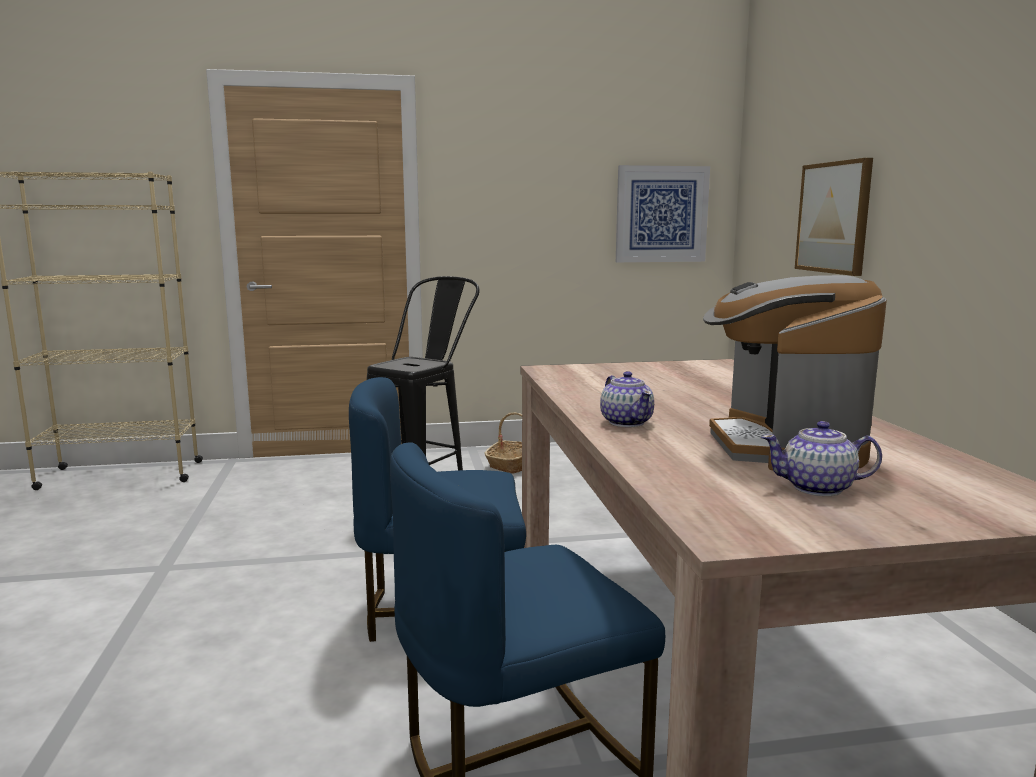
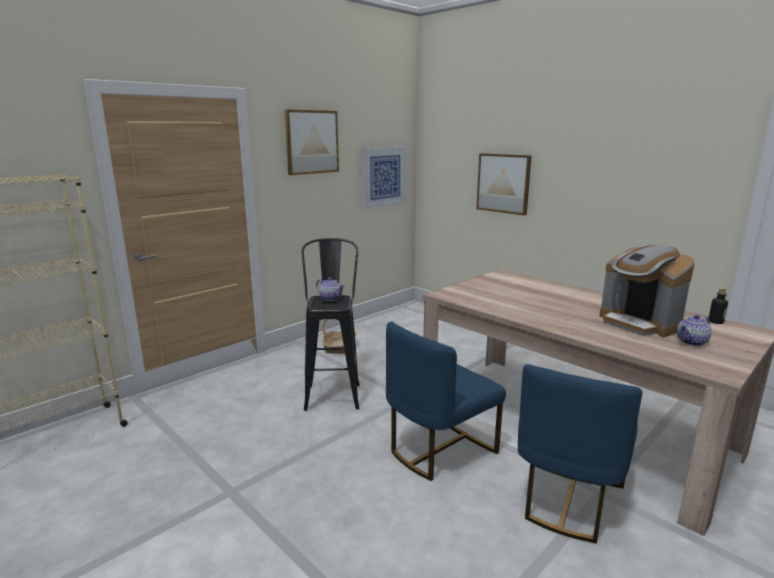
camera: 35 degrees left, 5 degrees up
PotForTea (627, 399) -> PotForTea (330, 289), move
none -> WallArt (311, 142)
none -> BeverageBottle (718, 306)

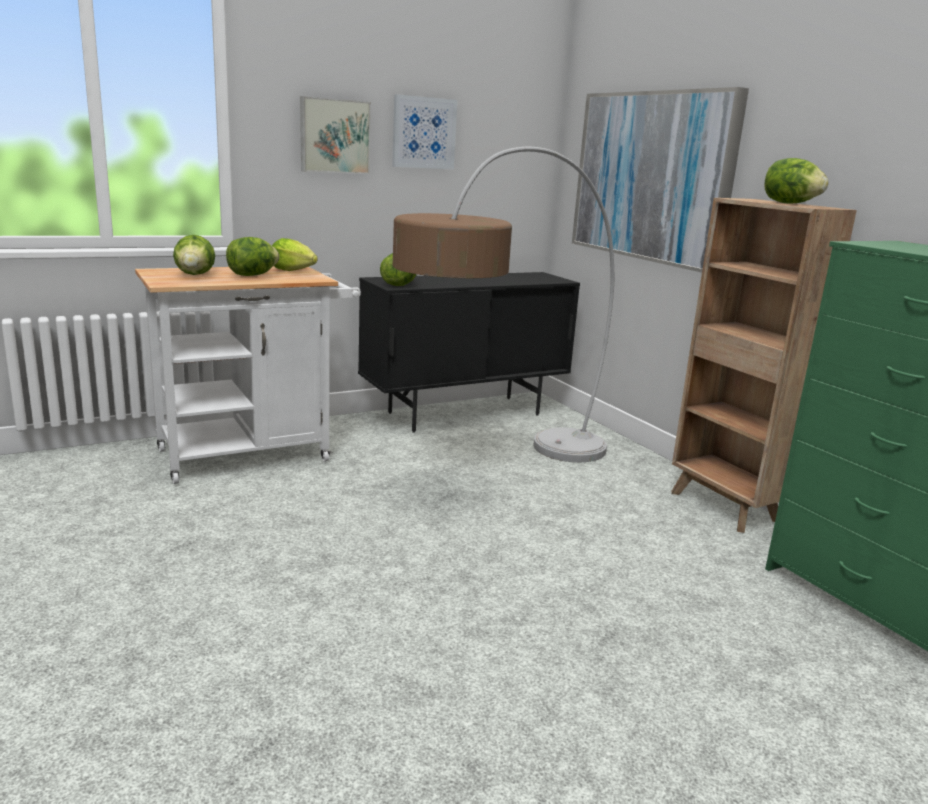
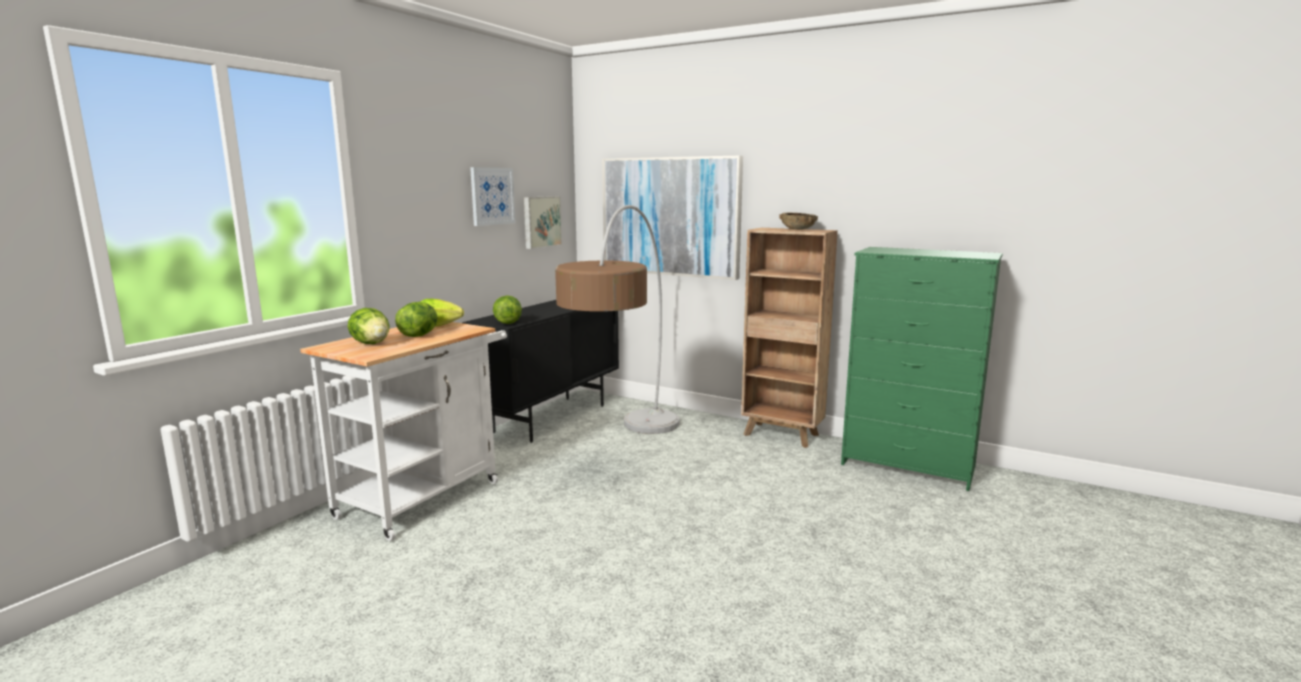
camera: 30 degrees left, 5 degrees down
WallArt (335, 135) -> WallArt (543, 222), move
Lettuce (796, 181) -> BrownColouredServingBowl (798, 221)

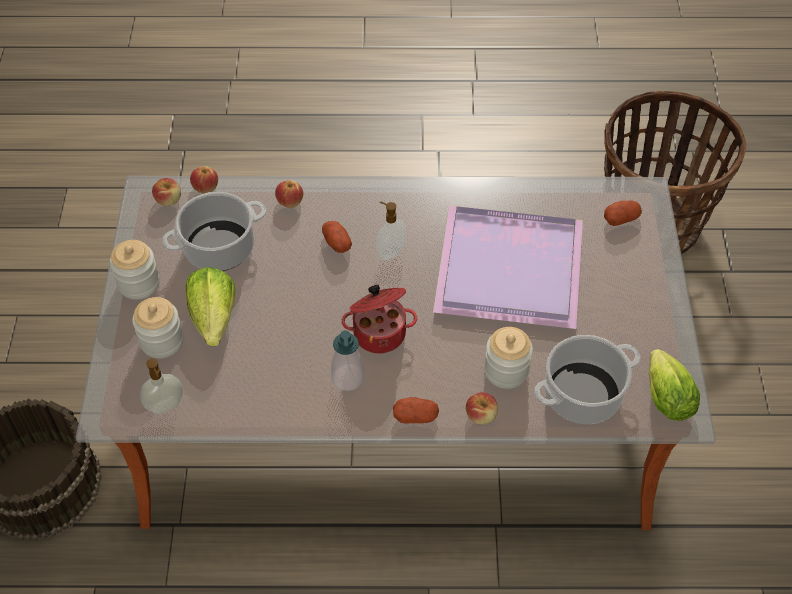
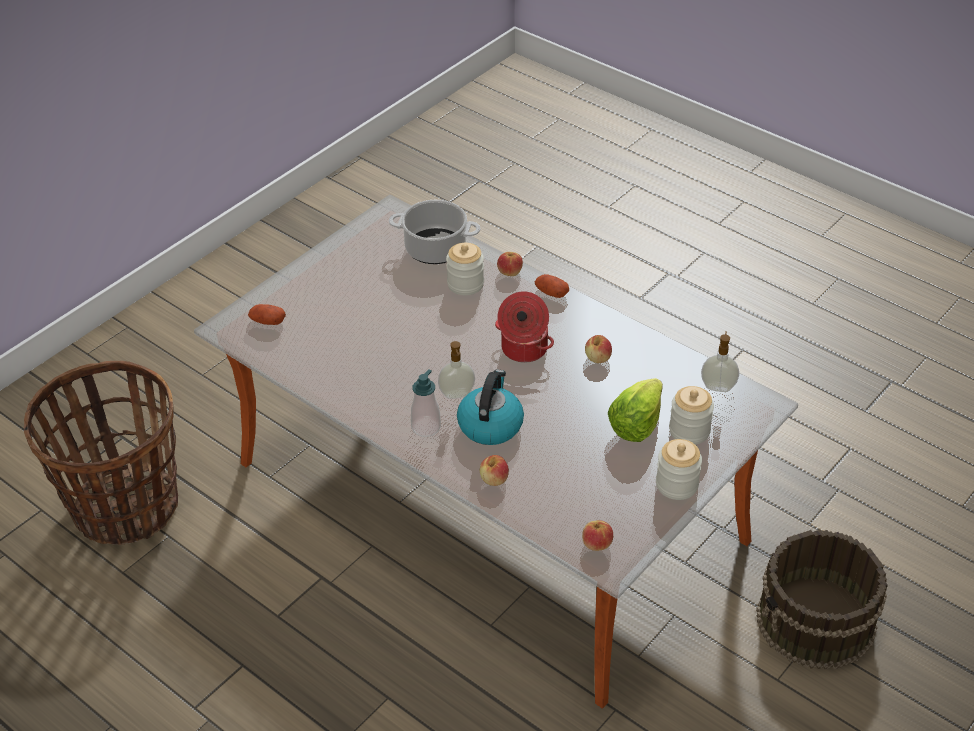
camera: 140 degrees left, 10 degrees down
WholeApple (204, 179) -> WholeApple (598, 349), move
Stockpot (214, 231) -> none
PurplishServingTray (508, 267) -> none
Spud (337, 237) -> WaterKettle (490, 407)
SoapBottle (347, 360) -> SoapBottle (426, 403), move
Lettuce (674, 385) -> none

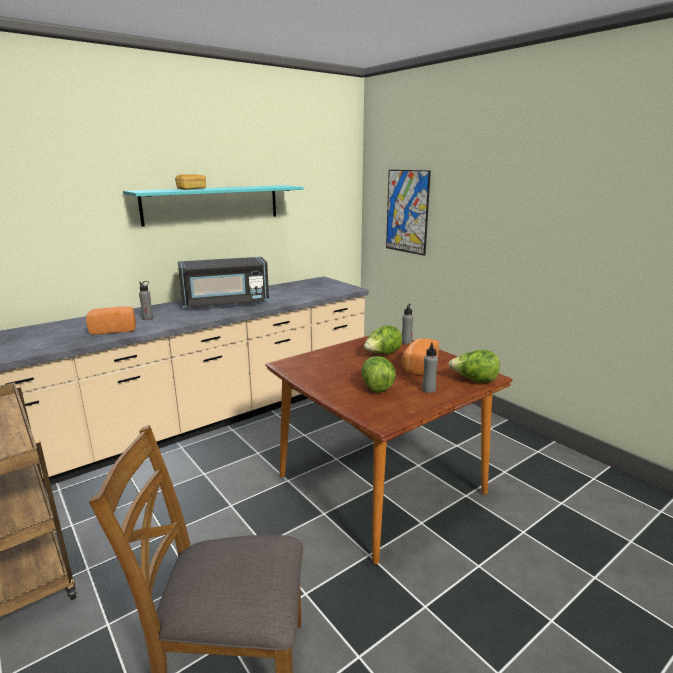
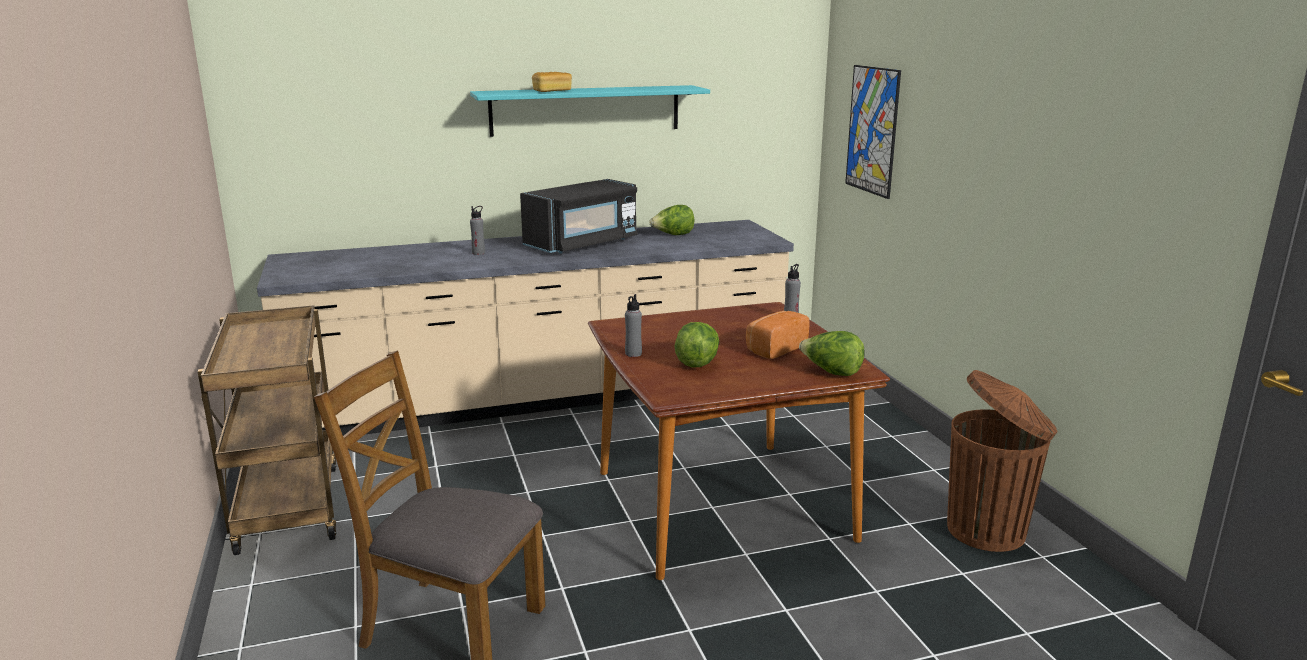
camera: 20 degrees right, 0 degrees up
BlackKitchenMicrowave (223, 283) -> BlackKitchenMicrowave (579, 216), 45 degrees counterclockwise
Bread (111, 320) -> none
Lettuce (383, 340) -> Lettuce (671, 220), move
GreyBeverageBottle (430, 367) -> GreyBeverageBottle (633, 325), move
none -> BrownColouredTrashCan (1002, 461)

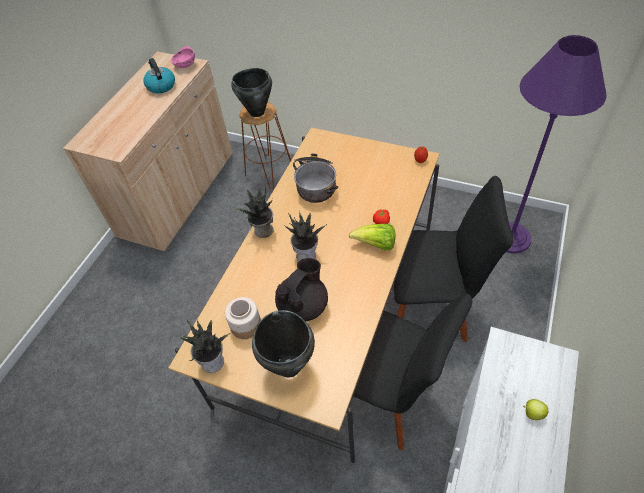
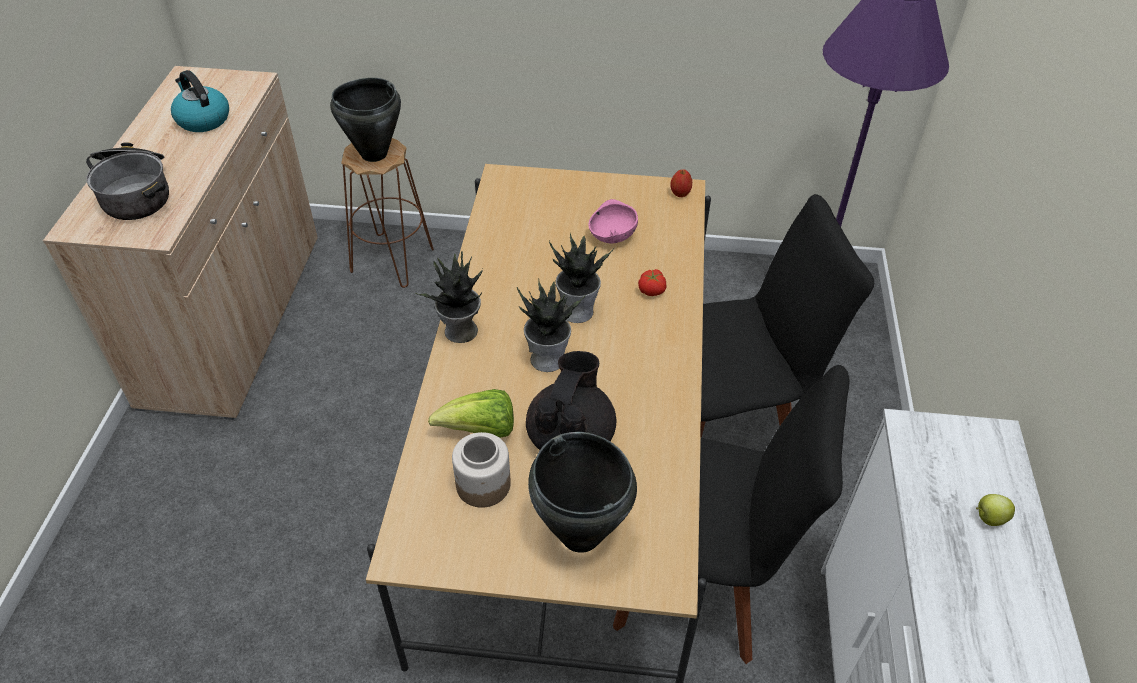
camera: 20 degrees left, 5 degrees down
PinkishServingBowl (183, 57) -> PinkishServingBowl (613, 221), move
Stockpot (315, 178) -> Stockpot (127, 181), move
Lettuce (372, 237) -> Lettuce (471, 413), move
PottedPlant (205, 346) -> PottedPlant (581, 278), move

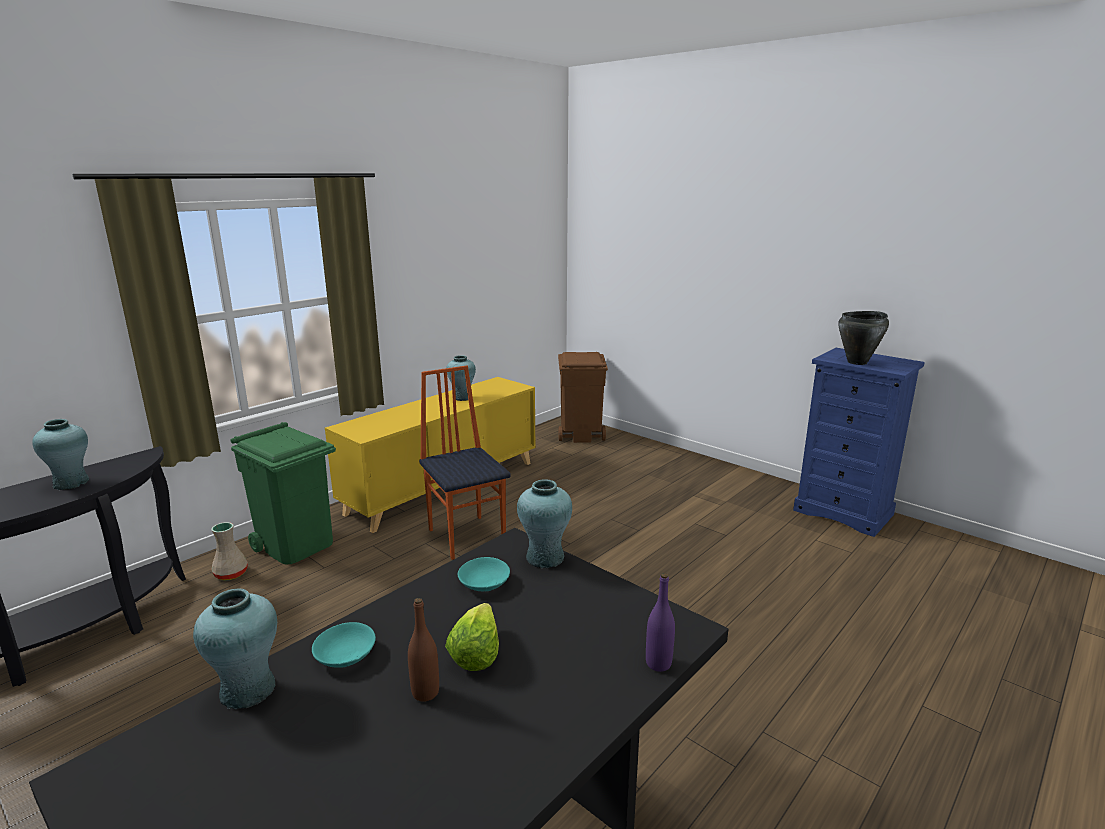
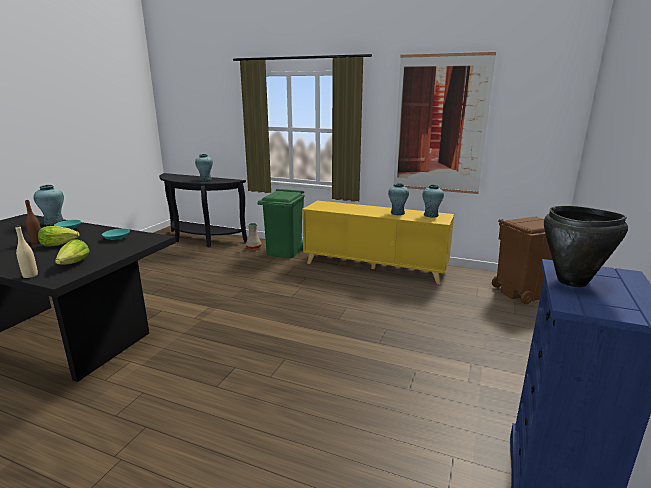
camera: 70 degrees right, 0 degrees up
UprightChair (465, 462) -> none
TurquoiseVase (544, 523) -> TurquoiseVase (433, 201), move
PurplishBeverageBottle (660, 622) -> BeigeColouredBeverageBottle (26, 251)
none -> WallArt (444, 123)
none -> Lettuce (72, 252)

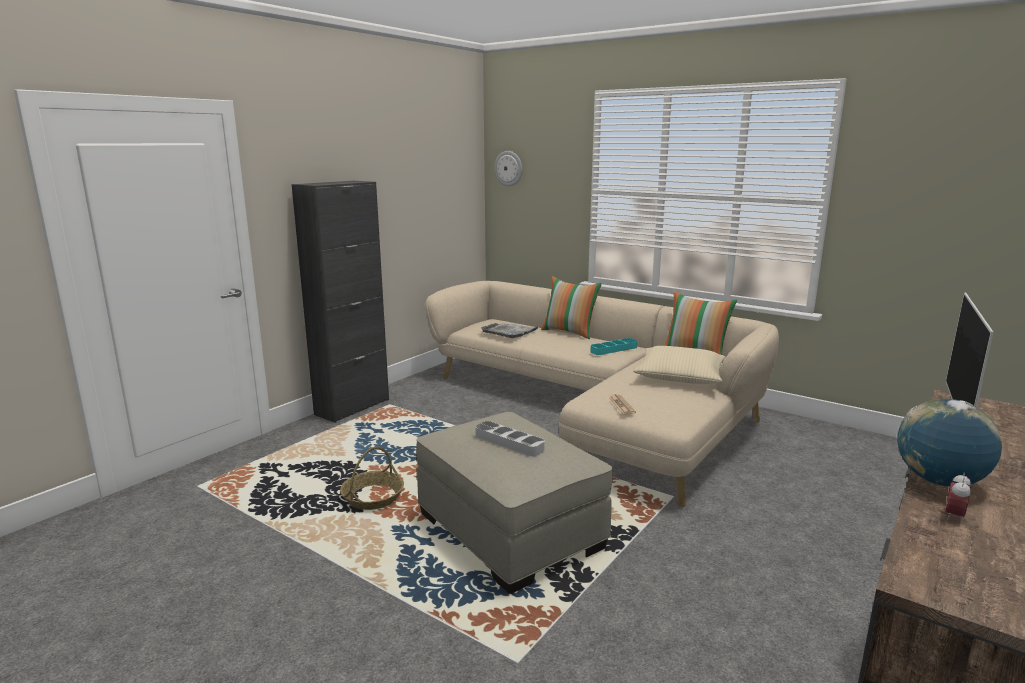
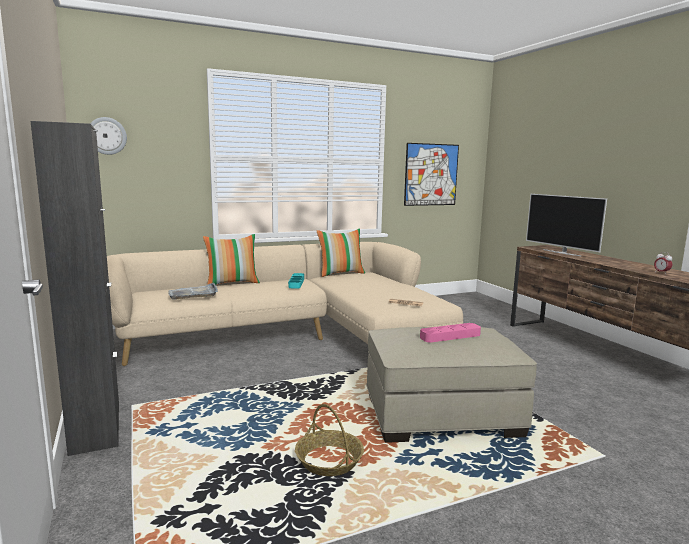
camera: 60 degrees left, 5 degrees down
BeigeColouredThrowPillow (679, 365) -> none
DeskGlobe (949, 442) -> none
GreyServingTray (510, 438) -> PinkishServingTray (450, 333)
none -> WallArt (431, 174)

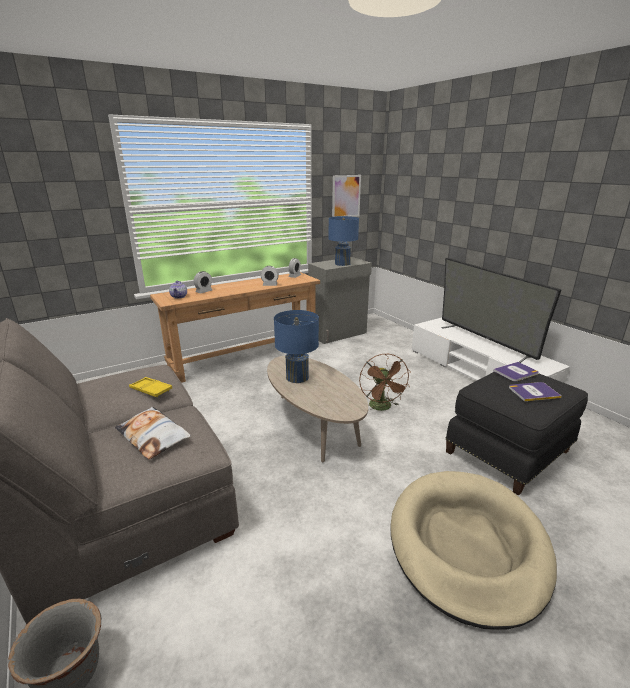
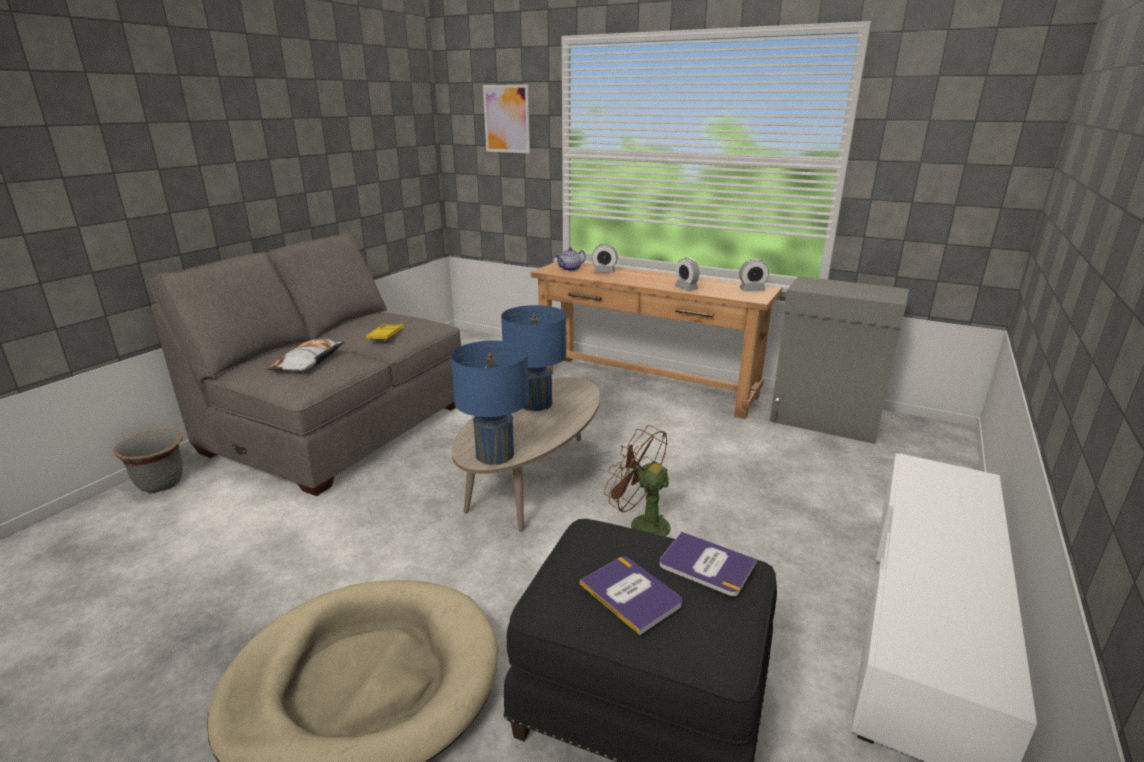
camera: 60 degrees right, 0 degrees up
WallArt (346, 196) -> WallArt (506, 118), move
BluishTableLamp (343, 241) -> BluishTableLamp (490, 402), move
Tv (501, 310) -> none
BrownColouredElectricFan (385, 382) -> BrownColouredElectricFan (637, 480), 75 degrees clockwise

